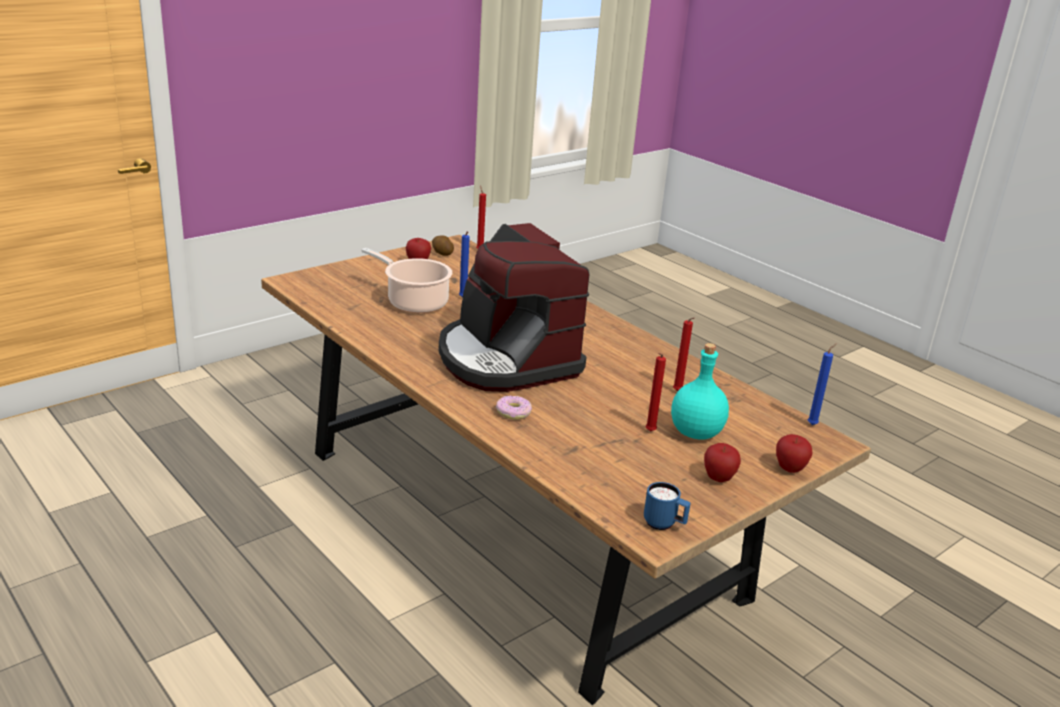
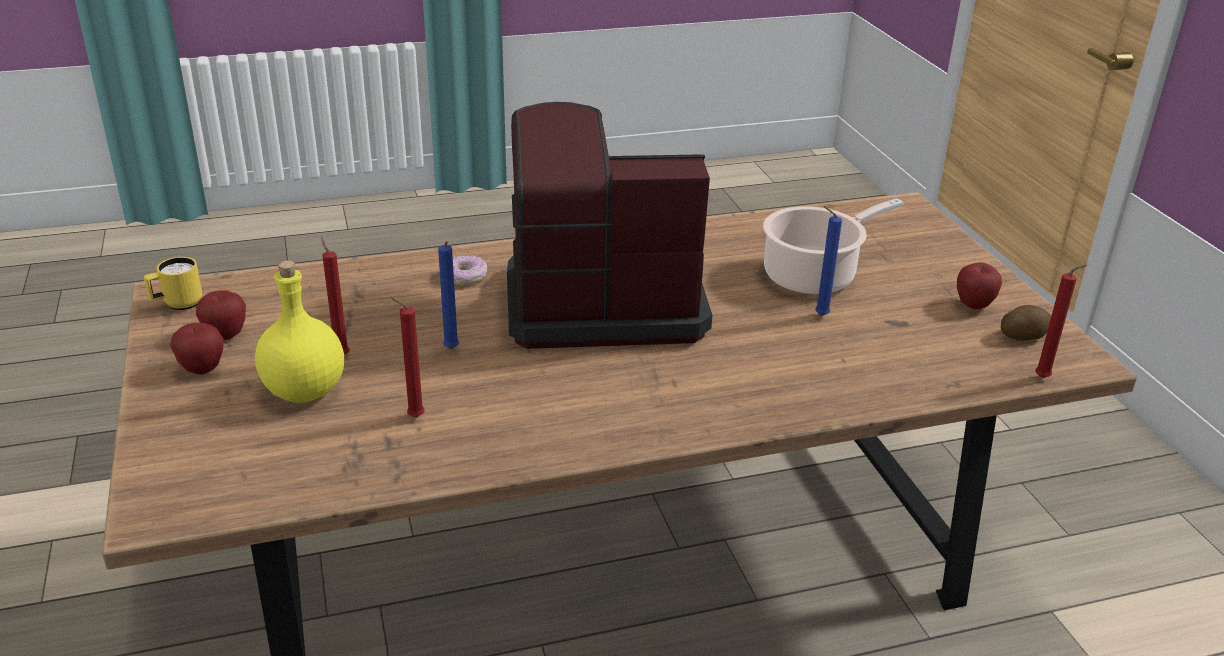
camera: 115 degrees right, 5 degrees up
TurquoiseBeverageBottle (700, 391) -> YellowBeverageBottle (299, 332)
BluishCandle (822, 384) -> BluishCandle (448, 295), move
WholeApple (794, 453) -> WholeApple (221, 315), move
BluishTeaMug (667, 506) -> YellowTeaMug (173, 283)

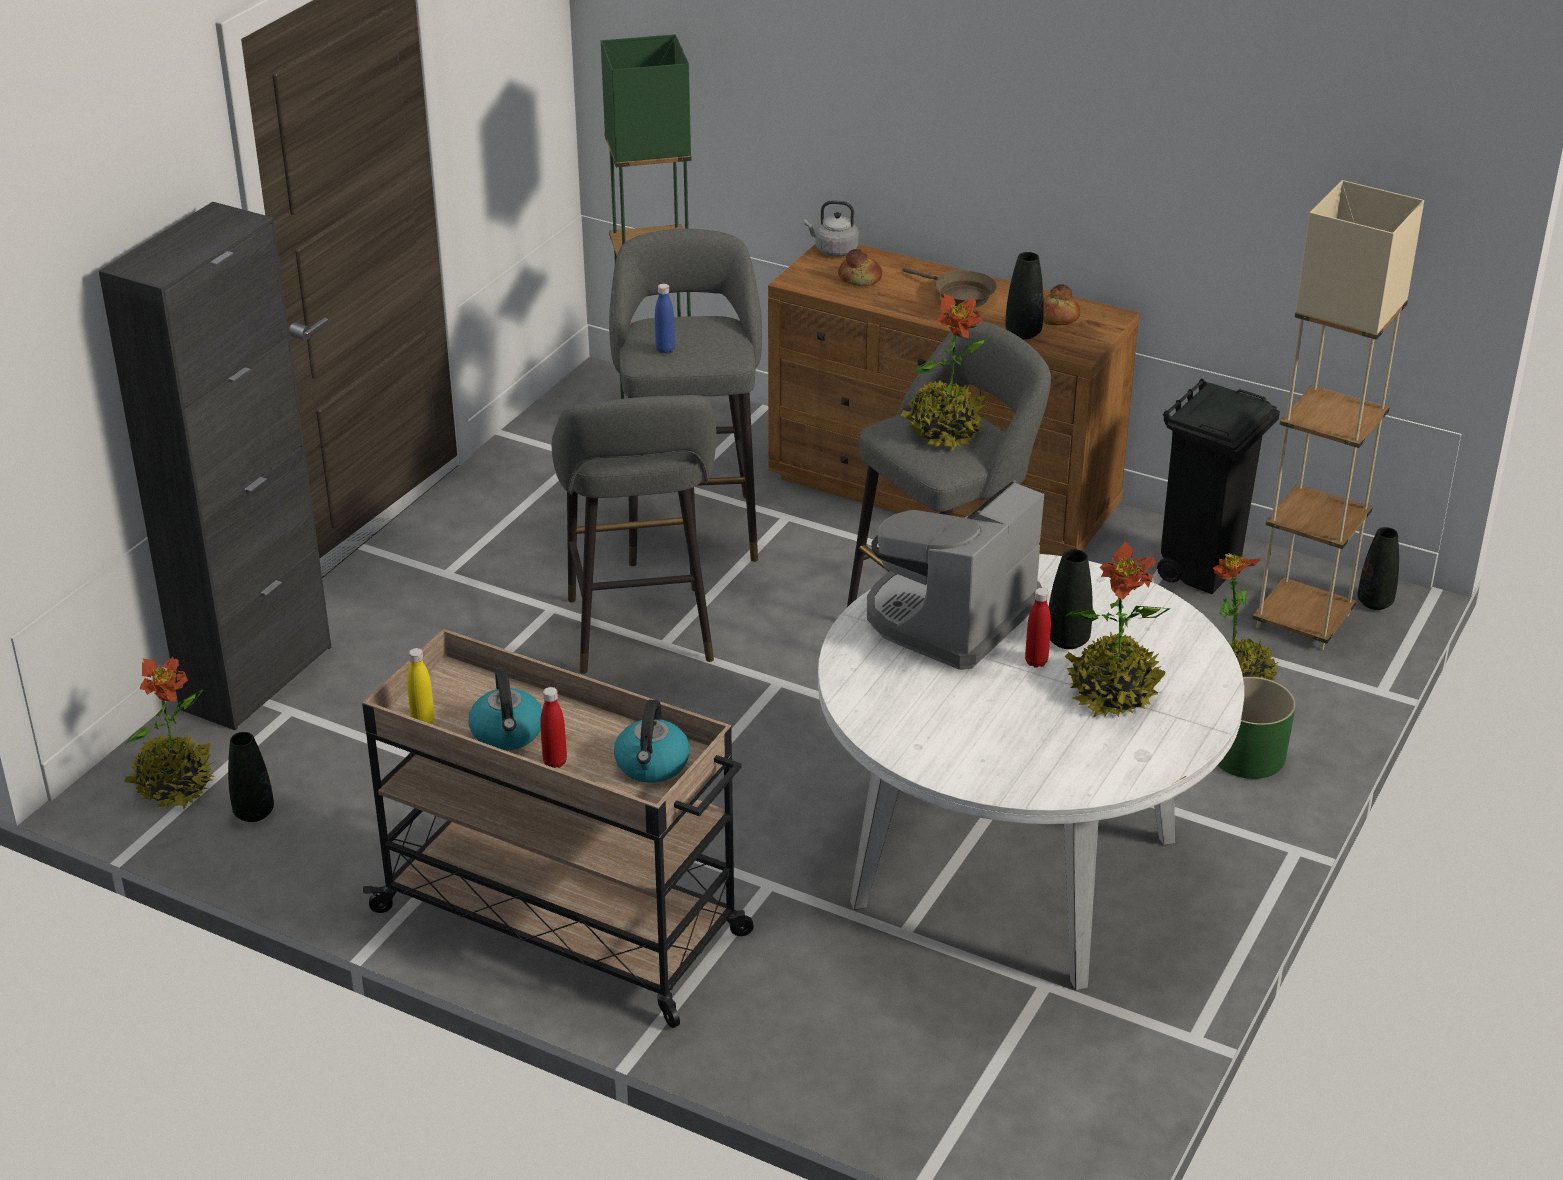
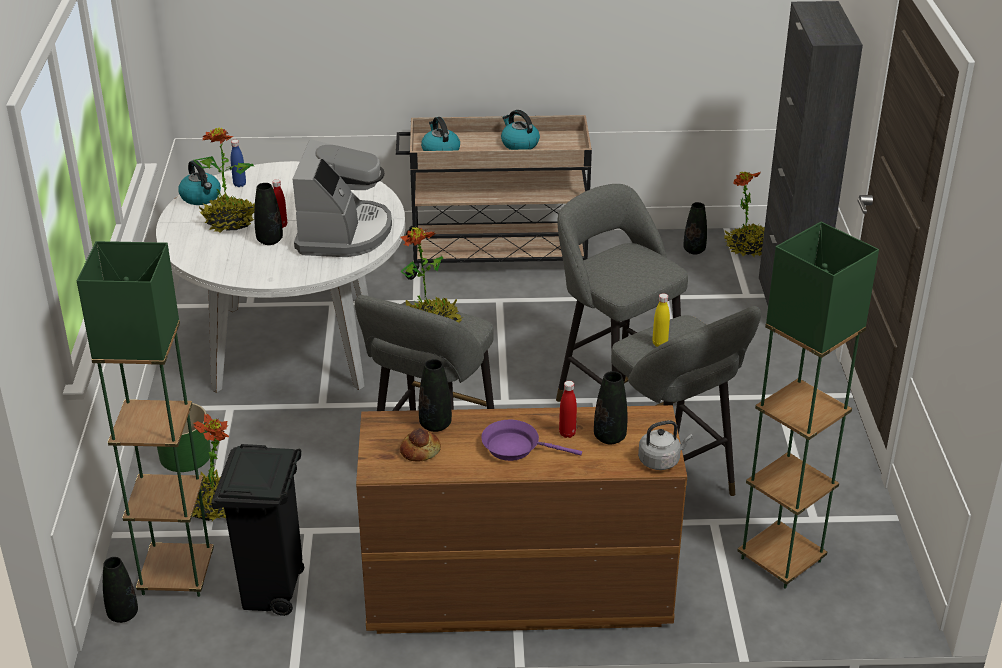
camera: 150 degrees right, 0 degrees up
BeigeColouredStandardLamp (1338, 415) -> GreenColouredStandardLamp (145, 419)
Bread (860, 267) -> BlackVase (610, 407)
BrownColouredPan (949, 287) -> PurplishPan (531, 440)
BluishBeverageBottle (665, 319) -> BluishBeverageBottle (238, 163), move
YellowBeverageBottle (421, 686) -> YellowBeverageBottle (661, 320), move
RedColouredBeverageBottle (553, 727) -> RedColouredBeverageBottle (568, 409), move
none -> WaterKettle (199, 182)

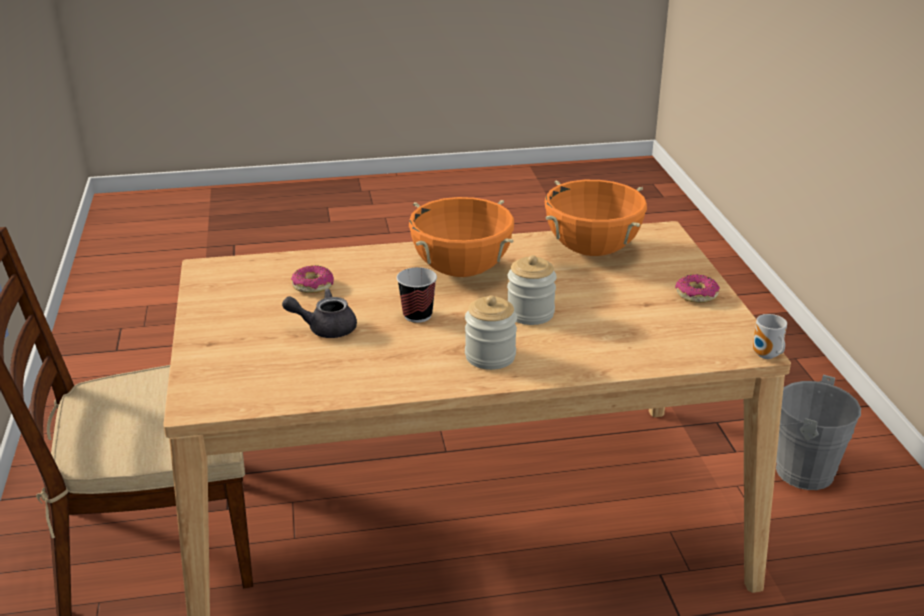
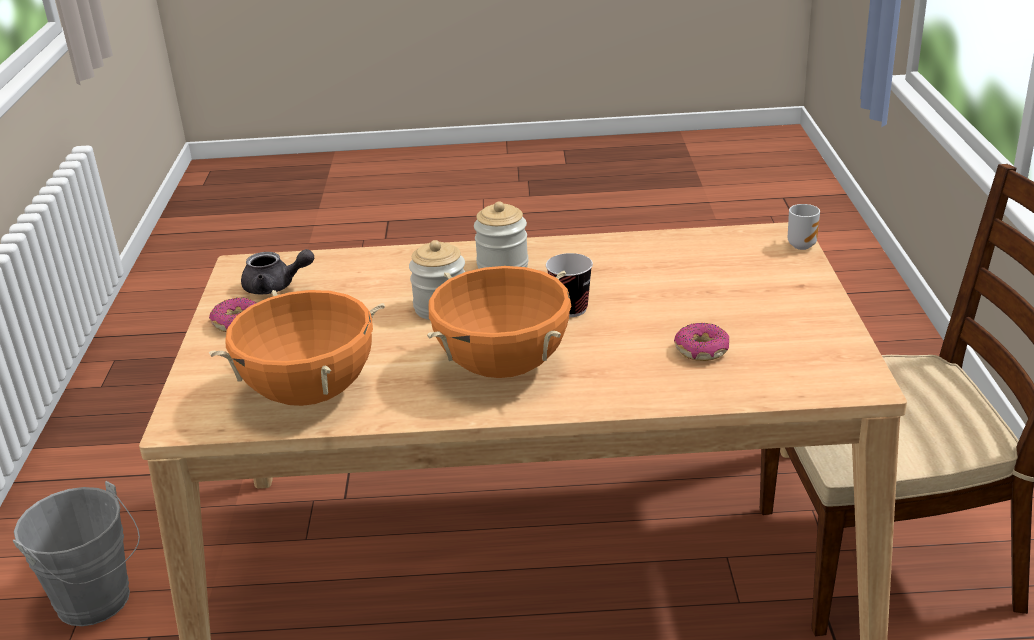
camera: 170 degrees left, 0 degrees up
GreyPotForTea (319, 313) -> GreyPotForTea (277, 271), move
TeaMug (770, 336) -> TeaMug (804, 227), move

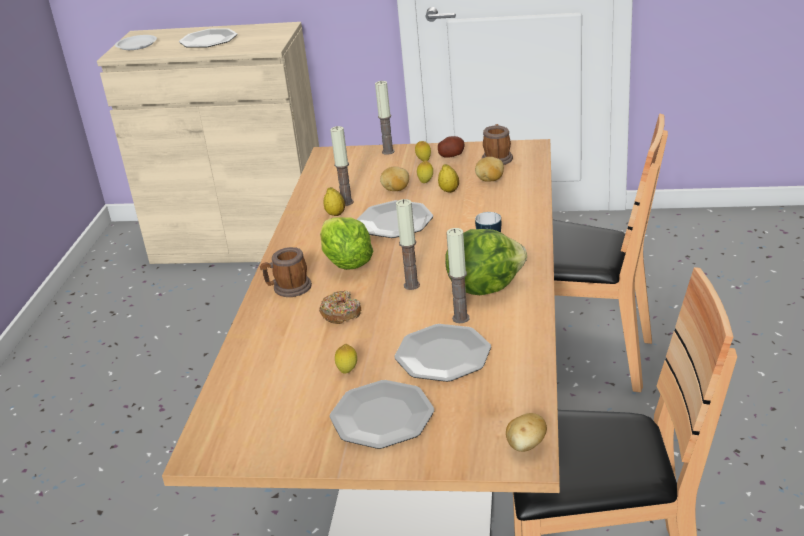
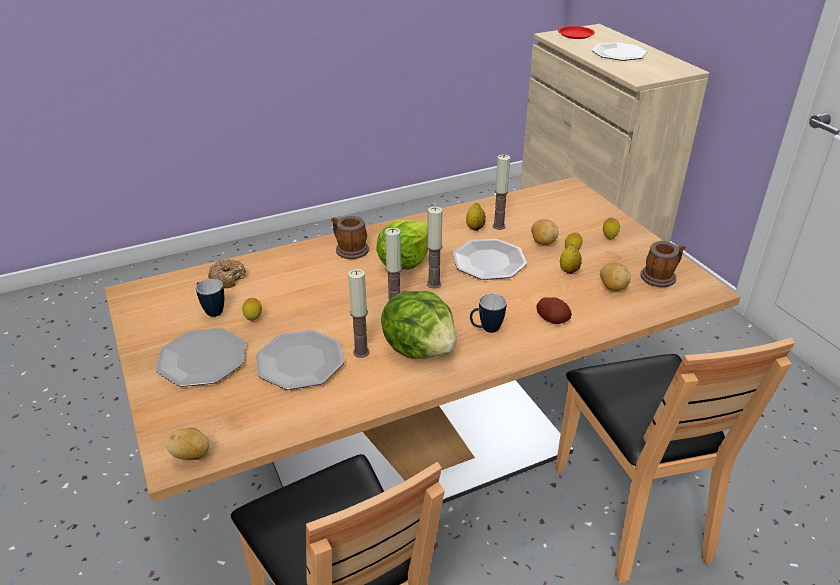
camera: 55 degrees right, 5 degrees up
WhiteColouredFlatDish (136, 42) -> RedColouredFlatDish (576, 32)
Candle (385, 118) -> Candle (435, 247), move
Spud (451, 147) -> Spud (554, 310), move
RingDoughnut (340, 307) -> RingDoughnut (227, 273), move
none -> TeaMug (210, 298)

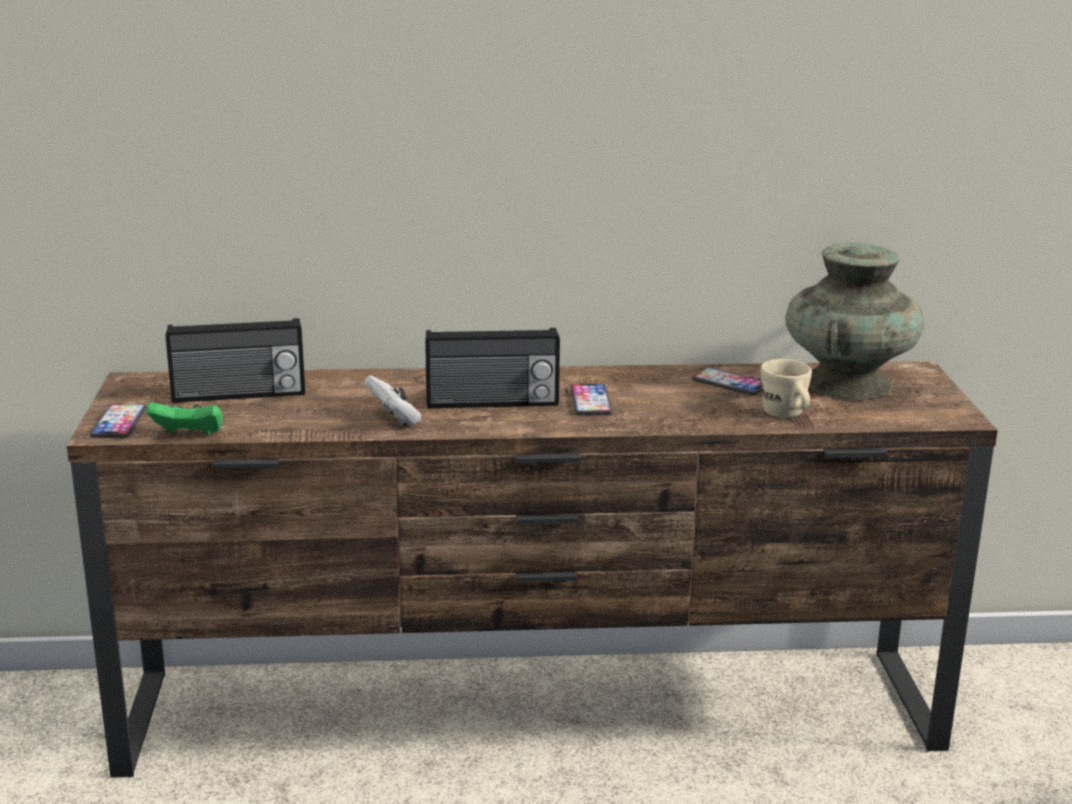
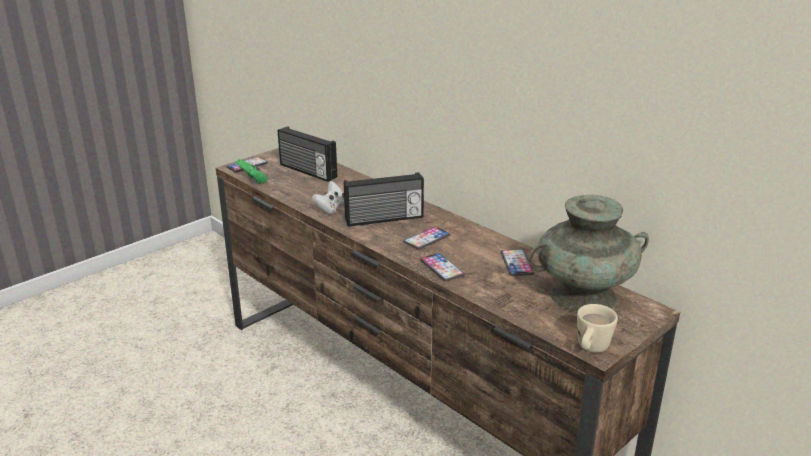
camera: 50 degrees right, 5 degrees up
Radio (492, 368) -> Radio (384, 199), 60 degrees counterclockwise
BeigeColouredTeaMug (786, 388) -> BeigeColouredTeaMug (597, 328), move
none -> Telephone (442, 267)

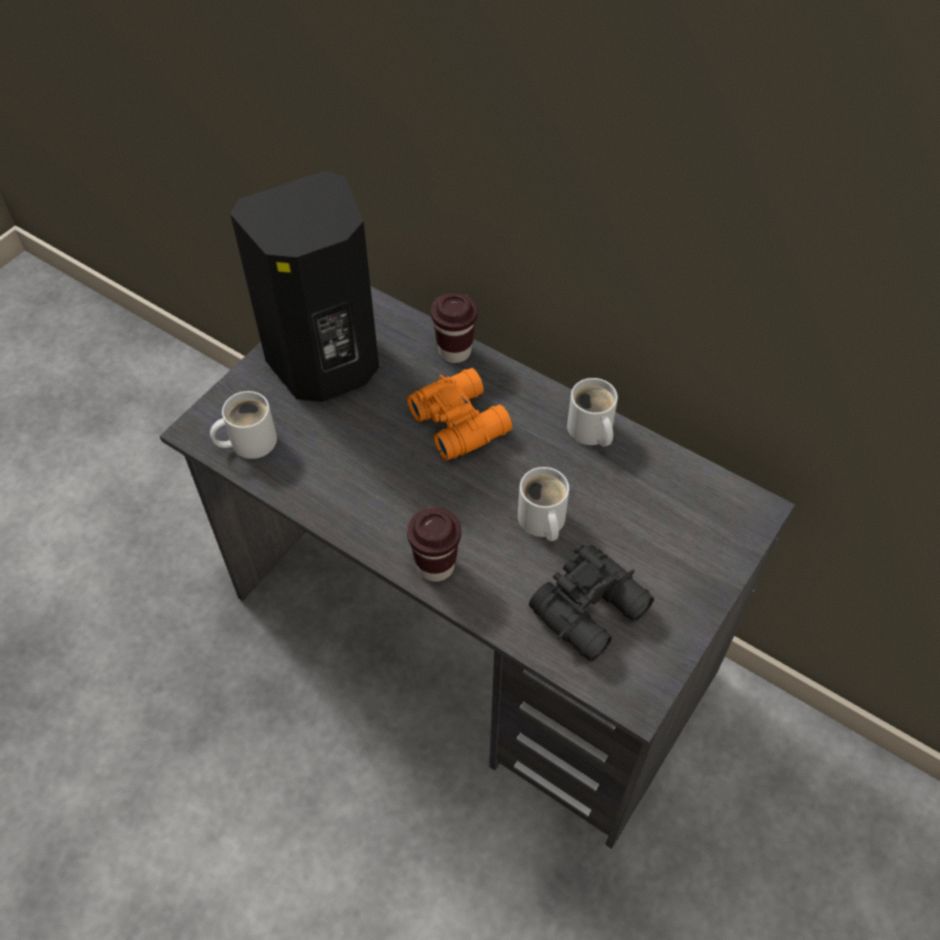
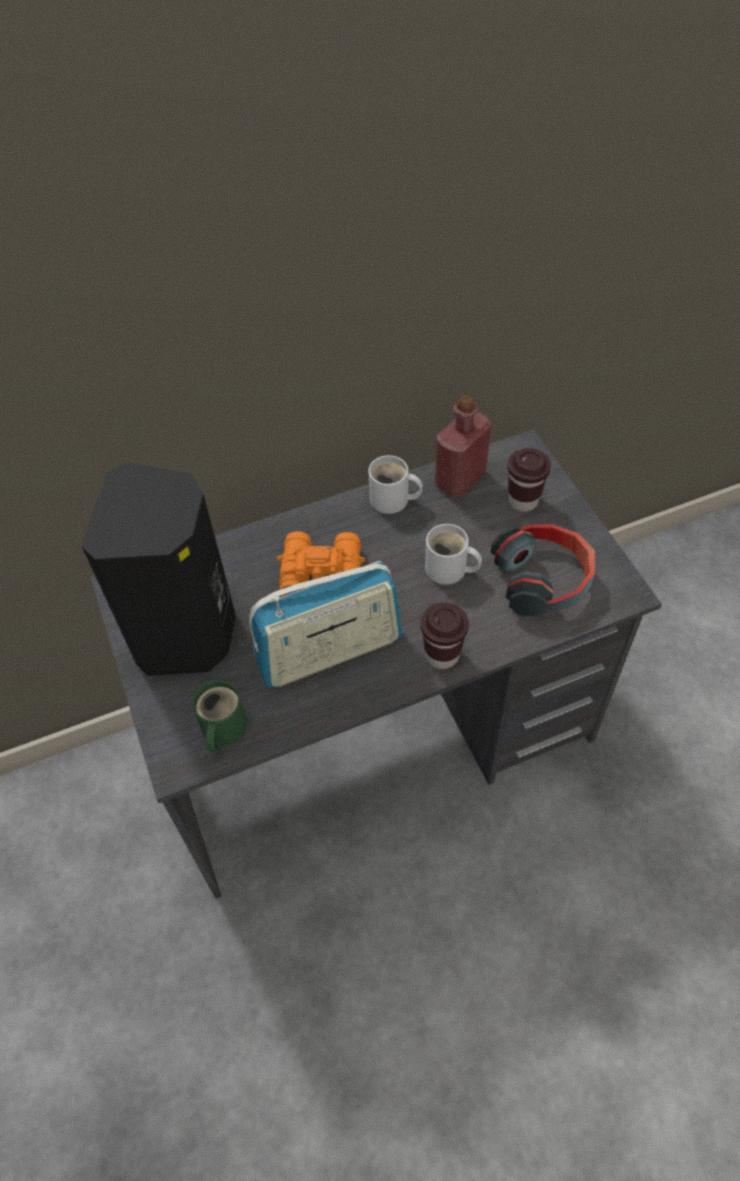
camera: 55 degrees left, 0 degrees up
BrownColouredDrinkingCup (454, 328) -> BrownColouredDrinkingCup (529, 480), move
WhiteColouredTeaMug (243, 425) -> GreenColouredTeaMug (220, 716)
BlackFieldGlasses (591, 603) -> Headphones (543, 570)
none -> RedColouredBeverageBottle (463, 446)
none -> Radio (325, 624)

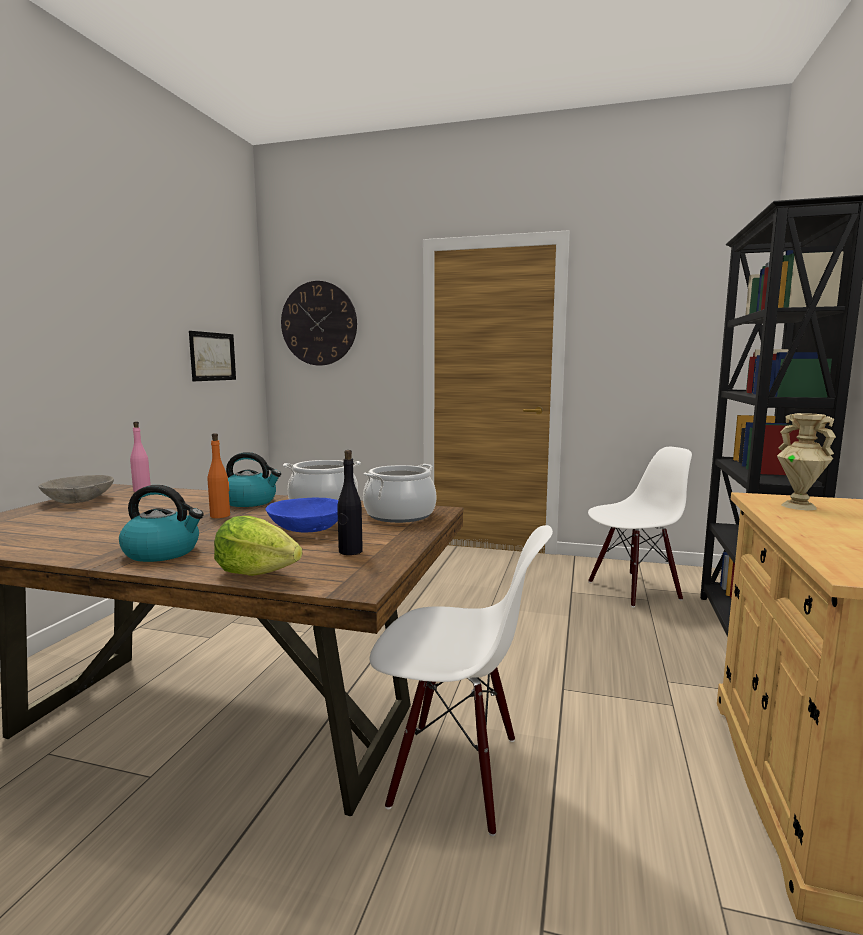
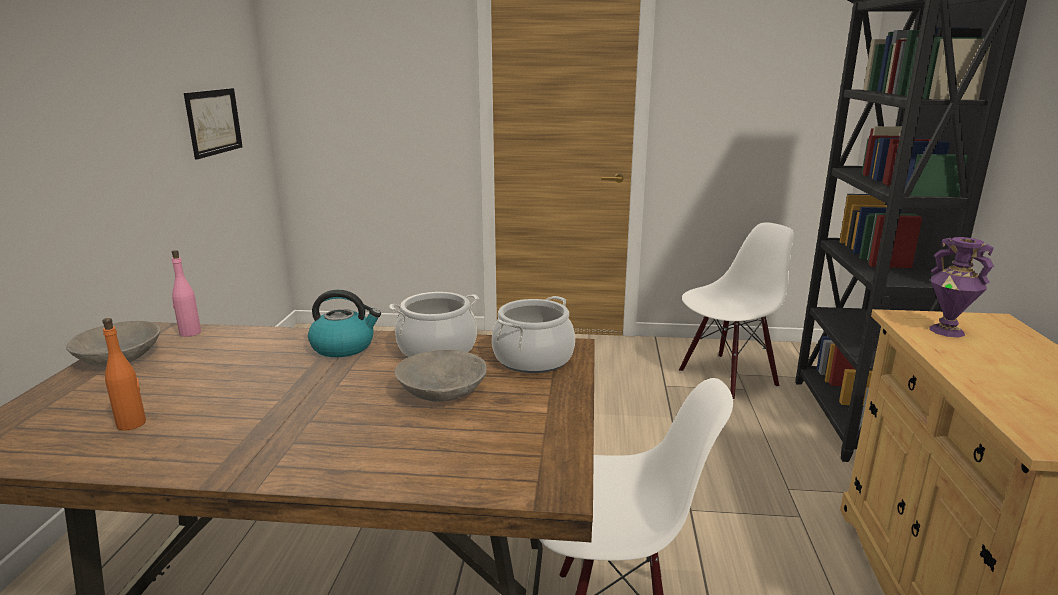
camera: 10 degrees left, 10 degrees up
WallClock (319, 323) -> none
BeigeColouredVase (806, 461) -> PurplishVase (962, 287)
OrangeBeverageBottle (219, 475) -> OrangeBeverageBottle (124, 374), move
BlackBeverageBottle (350, 502) -> none
WaterKettle (161, 523) -> none
BluishServingBowl (301, 515) -> GreyServingBowl (441, 376)
Lettuce (258, 546) -> none

